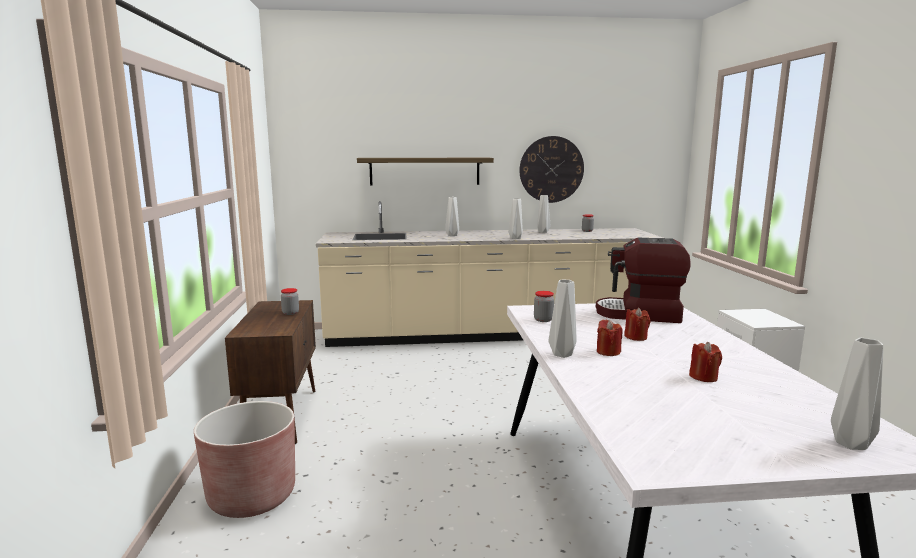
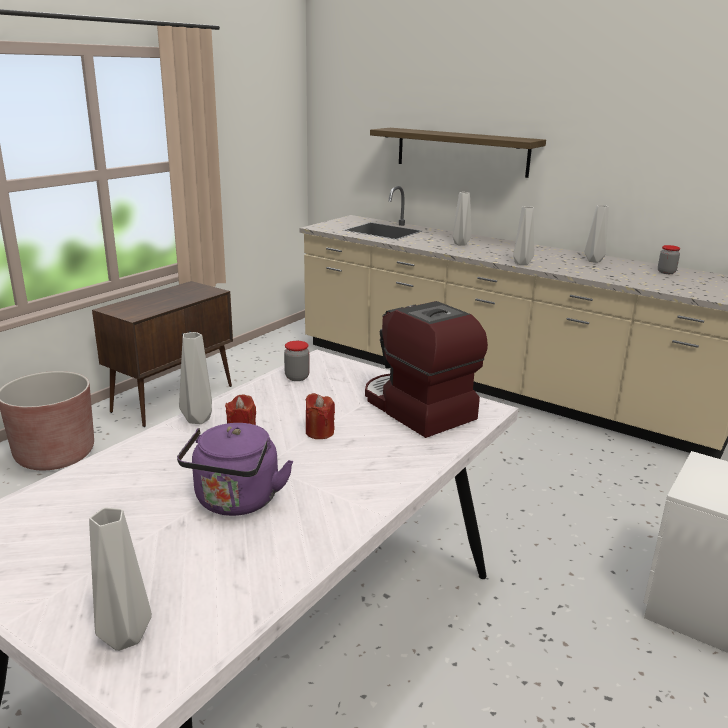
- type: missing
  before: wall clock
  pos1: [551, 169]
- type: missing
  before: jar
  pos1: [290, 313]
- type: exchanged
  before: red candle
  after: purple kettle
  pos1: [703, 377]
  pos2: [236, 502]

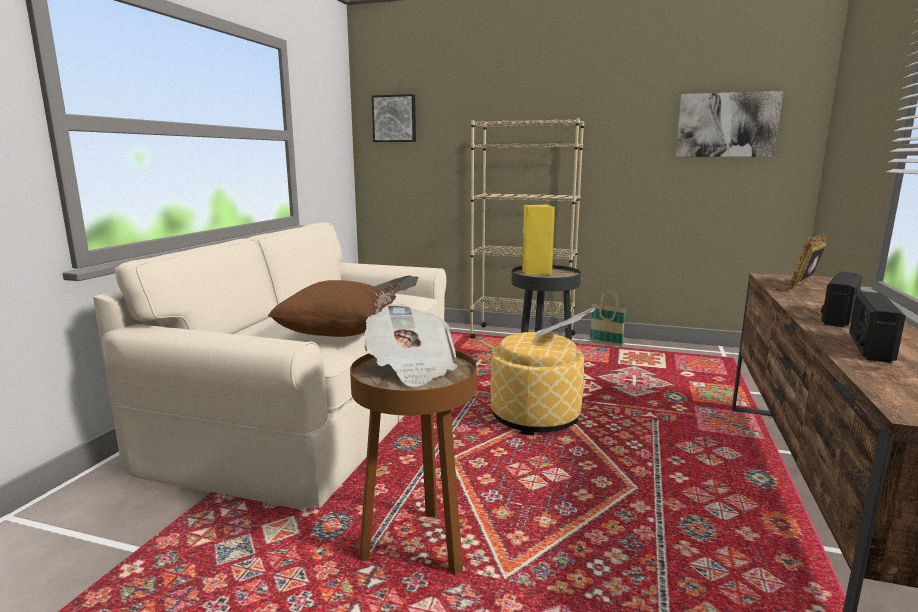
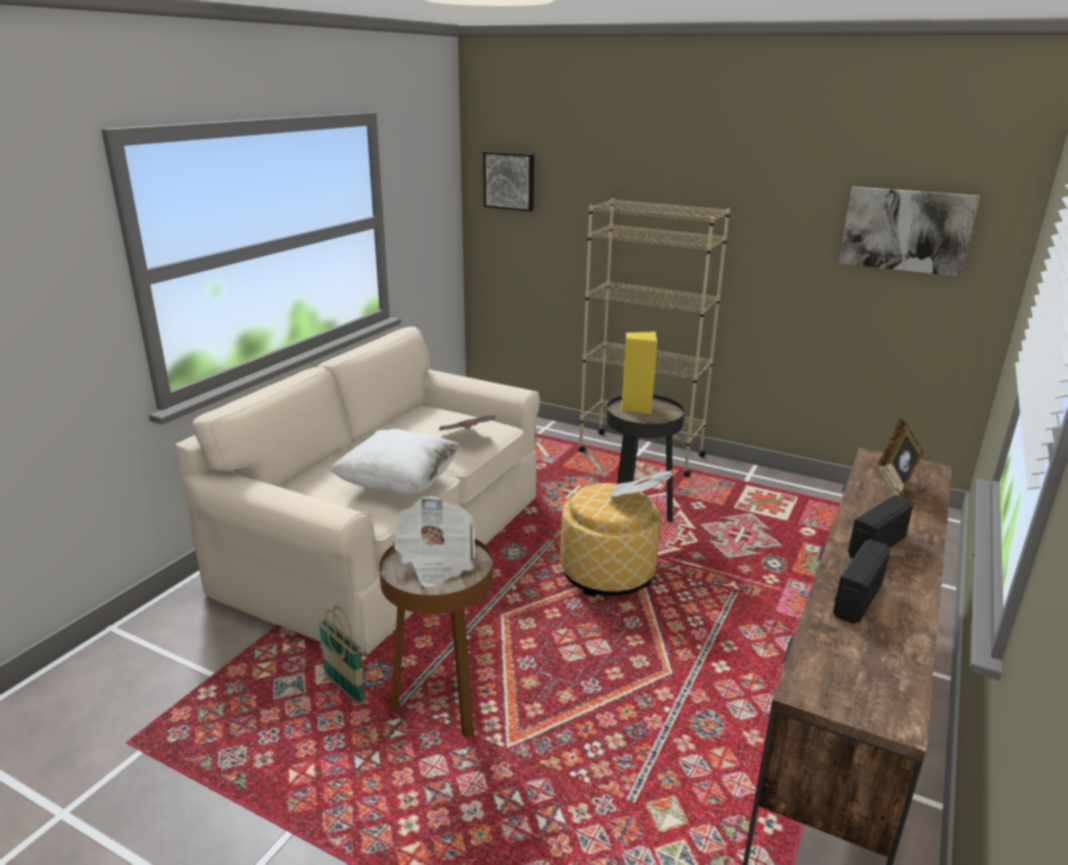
- type: spun
  before: picture frame
  pos1: [803, 287]
  pos2: [894, 484]
  turn: -45
- type: colour
  before: brown pillow
  after: white pillow
  pos1: [338, 334]
  pos2: [399, 484]
- type: relocated
  before: basket
  pos1: [606, 343]
  pos2: [345, 689]

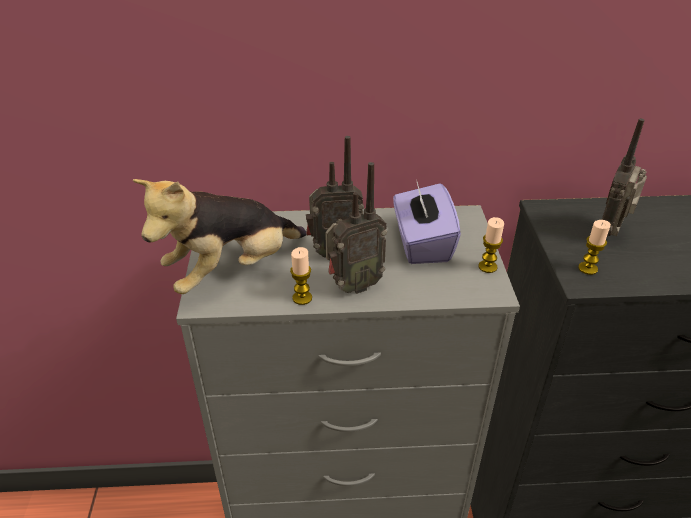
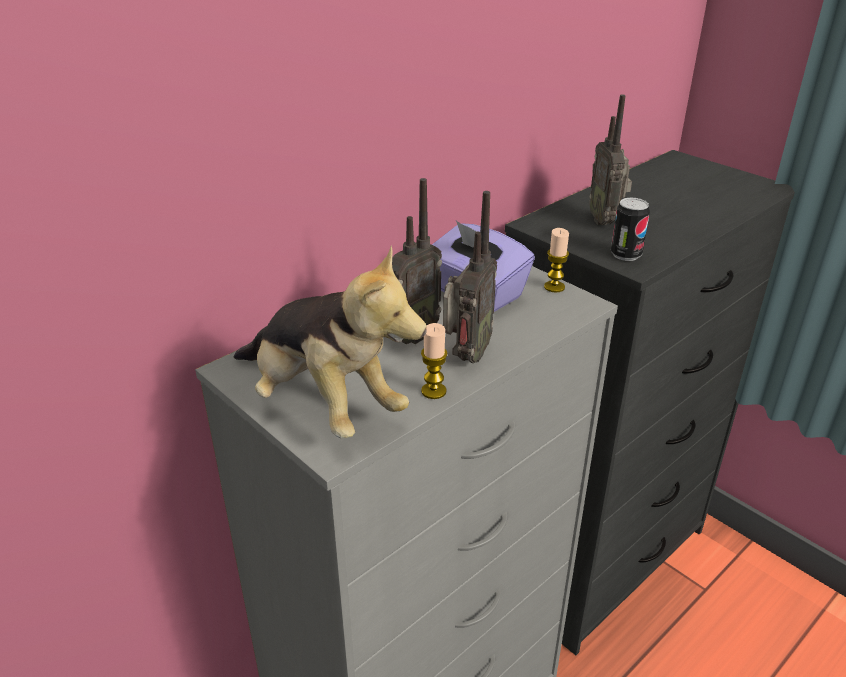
- type: spun
  before: plush toy
  pos1: [232, 271]
  pos2: [323, 404]
  turn: -60
- type: exchanged
  before: candle
  after: can
  pos1: [587, 268]
  pos2: [625, 255]

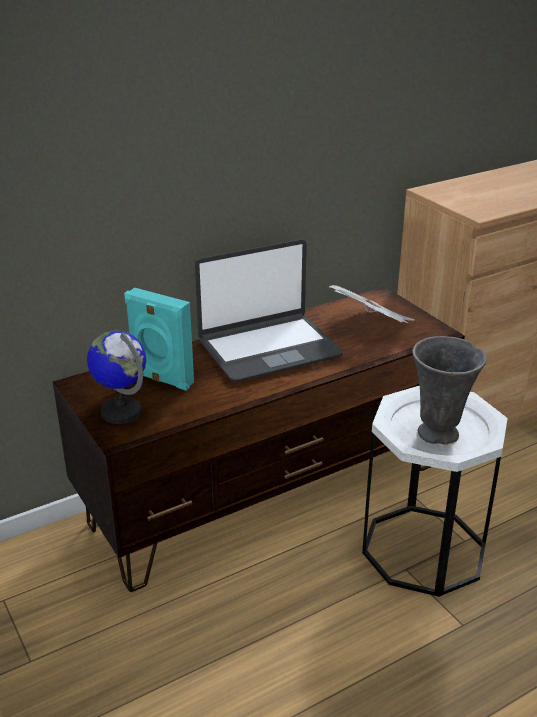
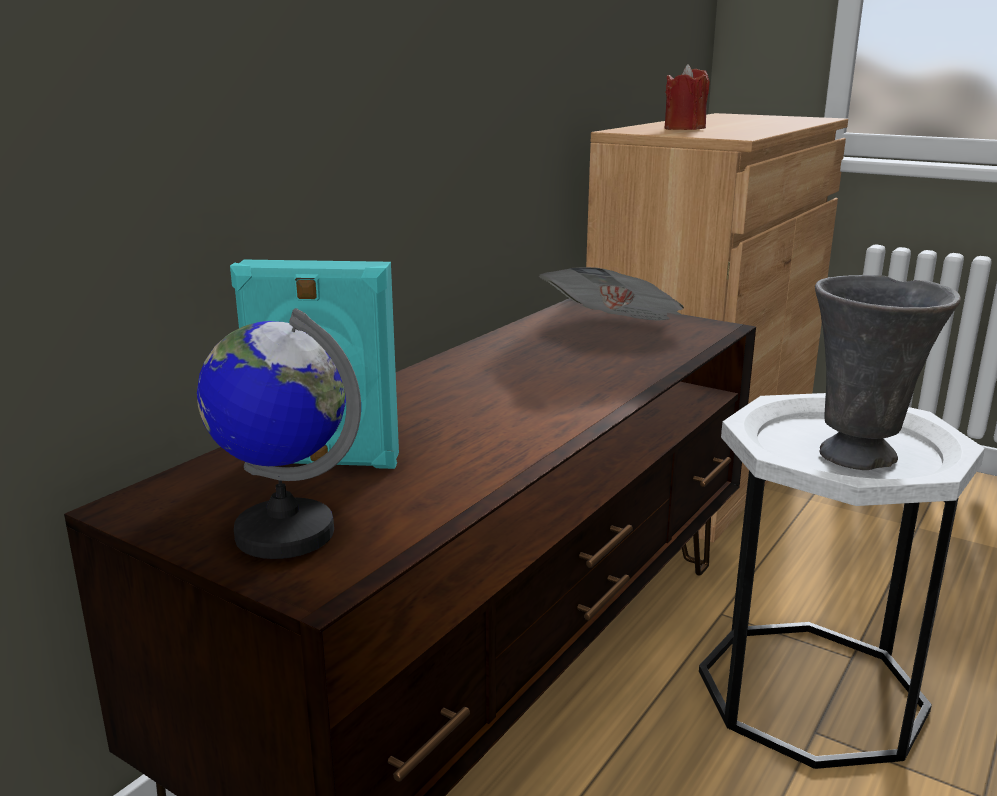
- type: missing
  before: laptop
  pos1: [268, 348]
- type: appeared
  after: red candle
  pos2: [684, 129]

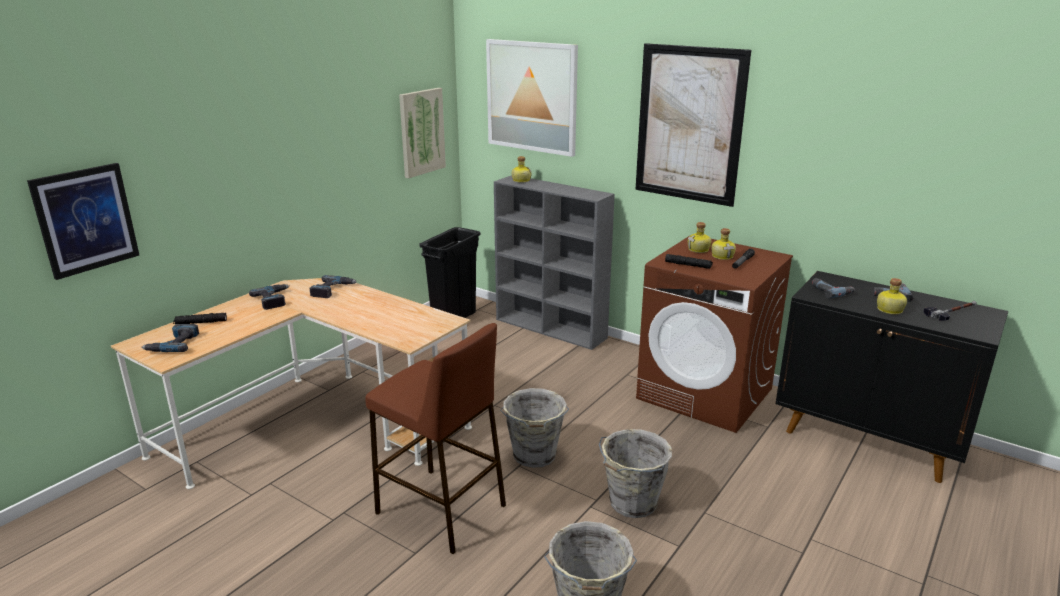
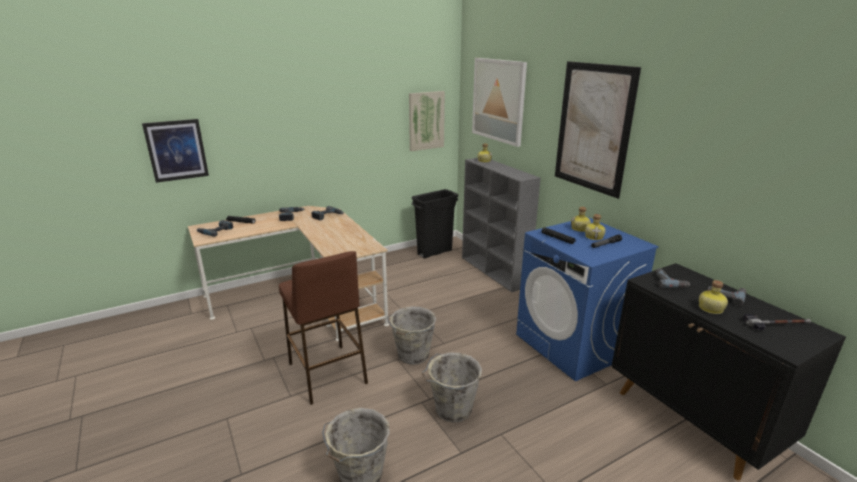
- type: colour
  before: brown washing machine
  after: blue washing machine
  pos1: [705, 394]
  pos2: [574, 345]

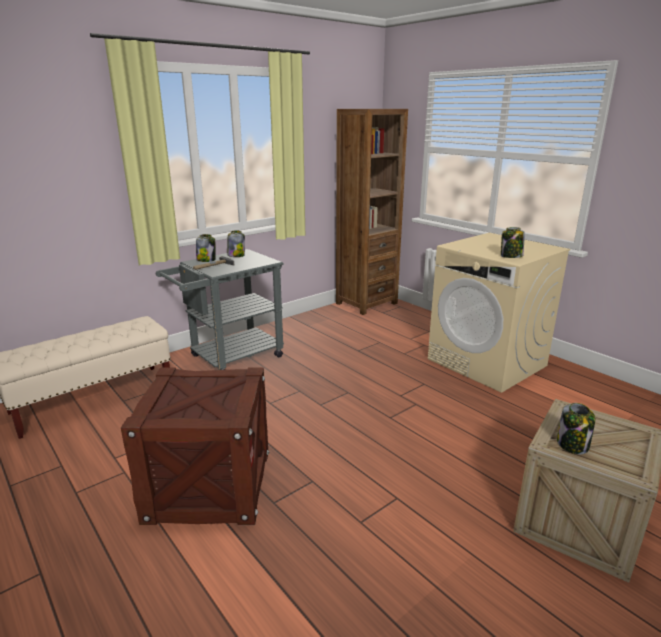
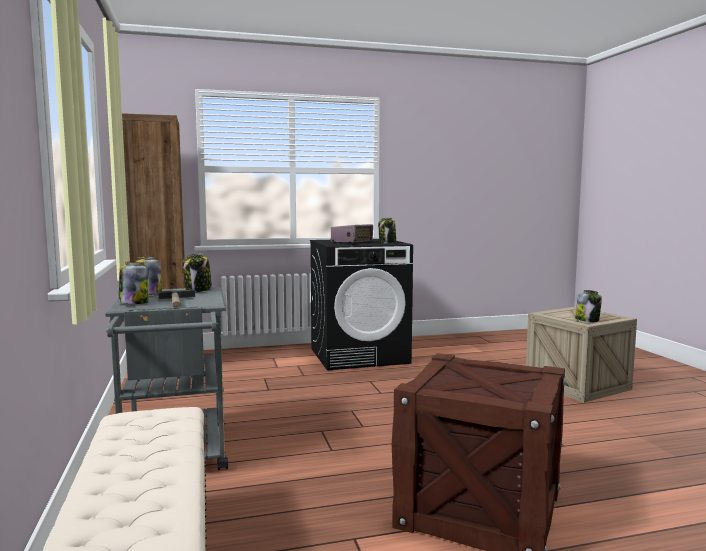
- type: colour
  before: beige washing machine
  after: black washing machine
  pos1: [487, 362]
  pos2: [359, 356]
- type: appeared
  after: radio
  pos2: [352, 242]
- type: appeared
  after: jar
  pos2: [198, 291]

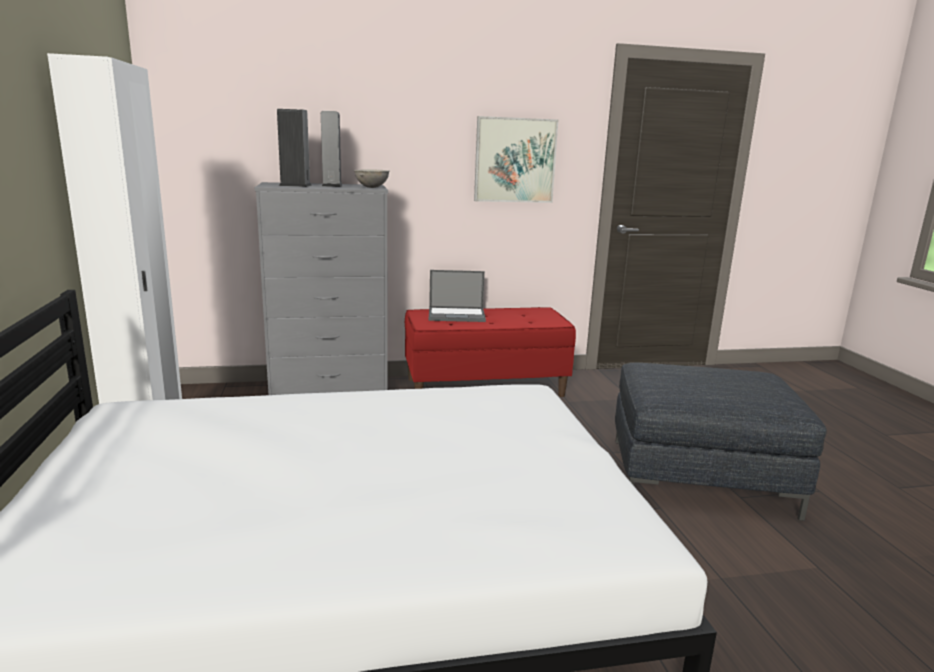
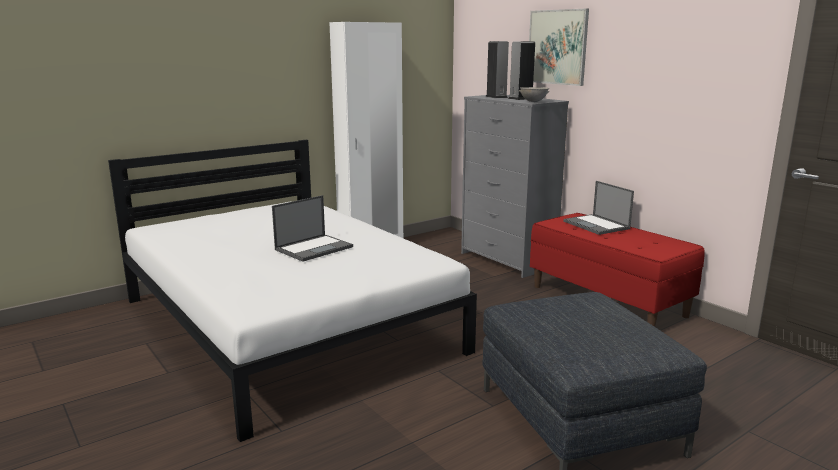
- type: relocated
  before: picture
  pos1: [515, 160]
  pos2: [557, 47]
- type: appeared
  after: laptop
  pos2: [314, 248]

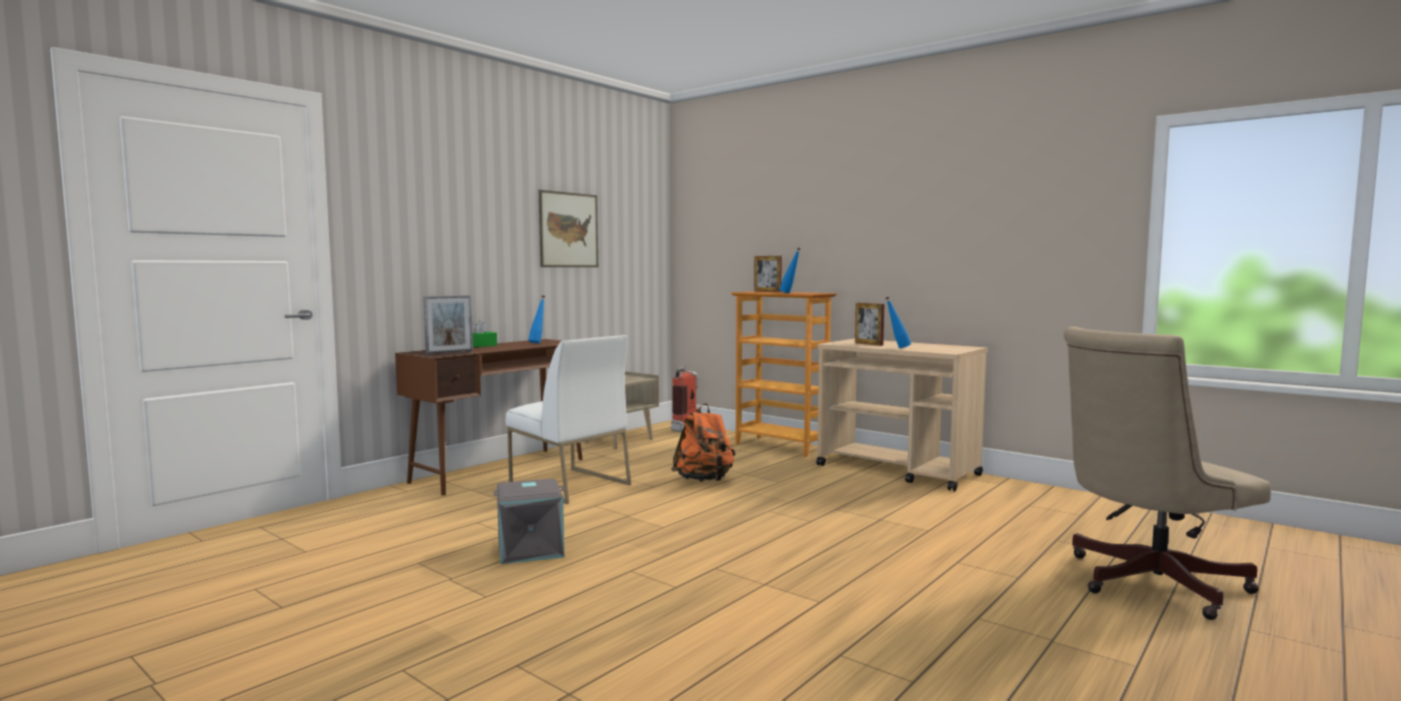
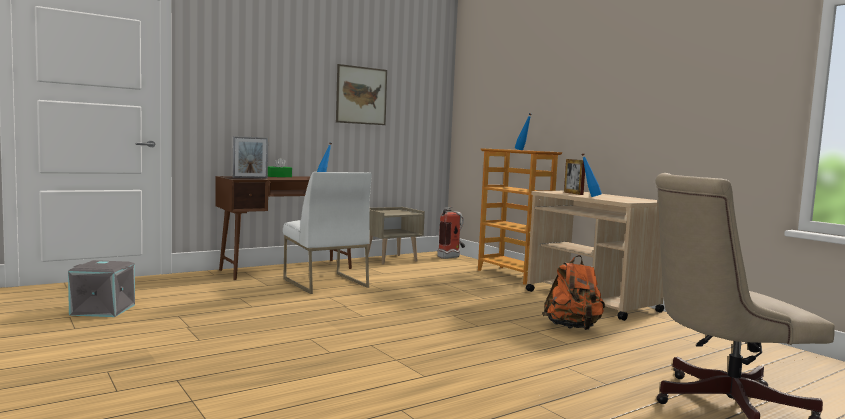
- type: missing
  before: picture frame
  pos1: [767, 291]
- type: relocated
  before: orange backpack
  pos1: [704, 480]
  pos2: [573, 328]
- type: relocated
  before: grey storage box
  pos1: [531, 549]
  pos2: [104, 309]

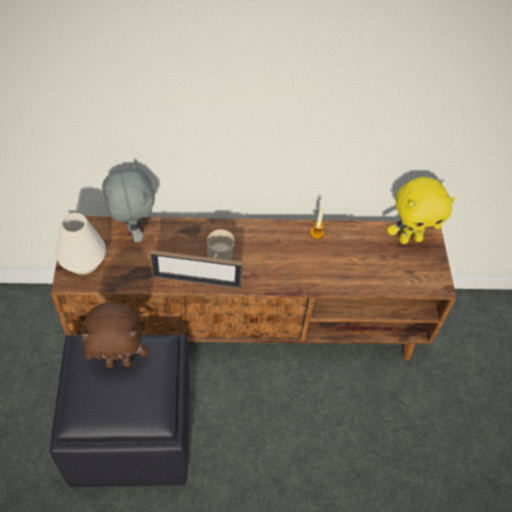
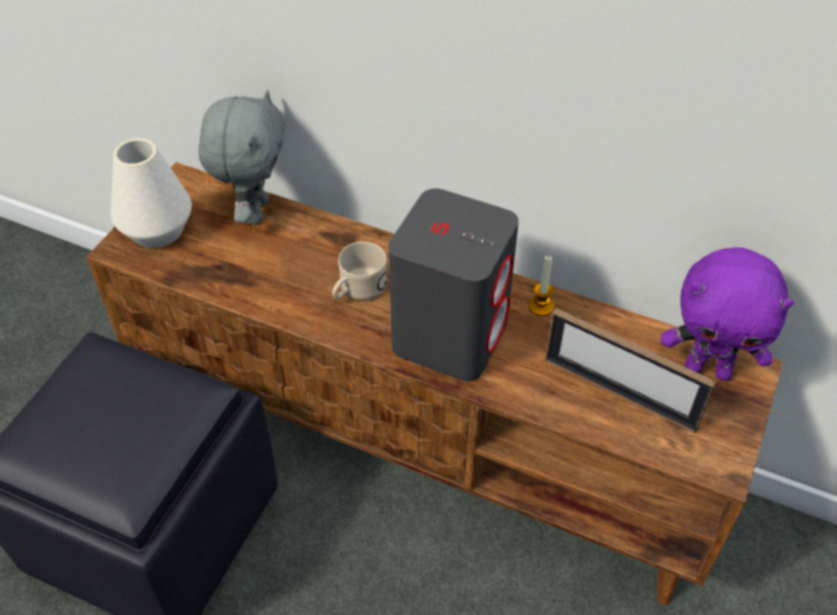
- type: colour
  before: yellow plush toy
  after: purple plush toy
  pos1: [410, 238]
  pos2: [708, 369]
- type: relocated
  before: picture frame
  pos1: [196, 281]
  pos2: [619, 393]
- type: missing
  before: brown plush toy
  pos1: [119, 361]
- type: appeared
  after: grey speaker
  pos2: [450, 335]

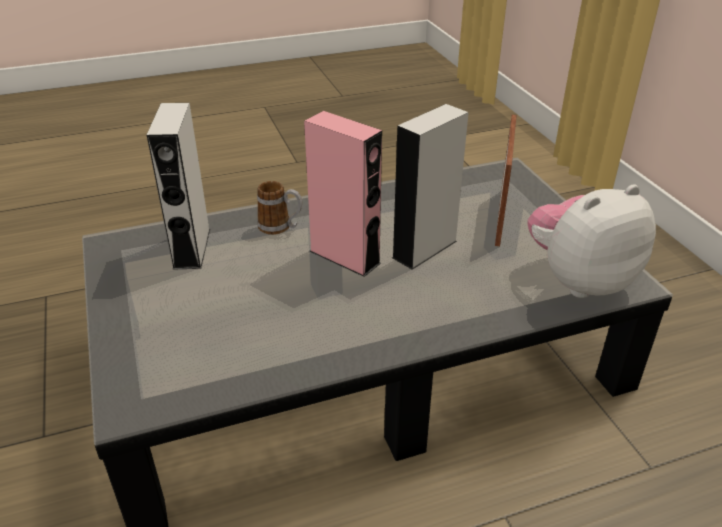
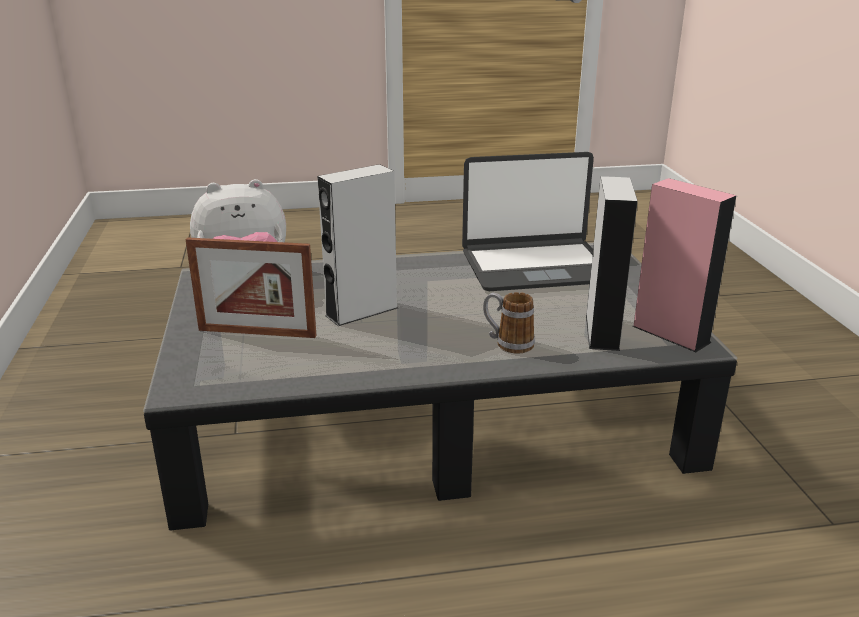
- type: relocated
  before: pink speaker
  pos1: [345, 257]
  pos2: [670, 334]
- type: spun
  before: picture frame
  pos1: [500, 216]
  pos2: [257, 333]
  turn: -105
- type: appeared
  after: laptop
  pos2: [535, 267]

